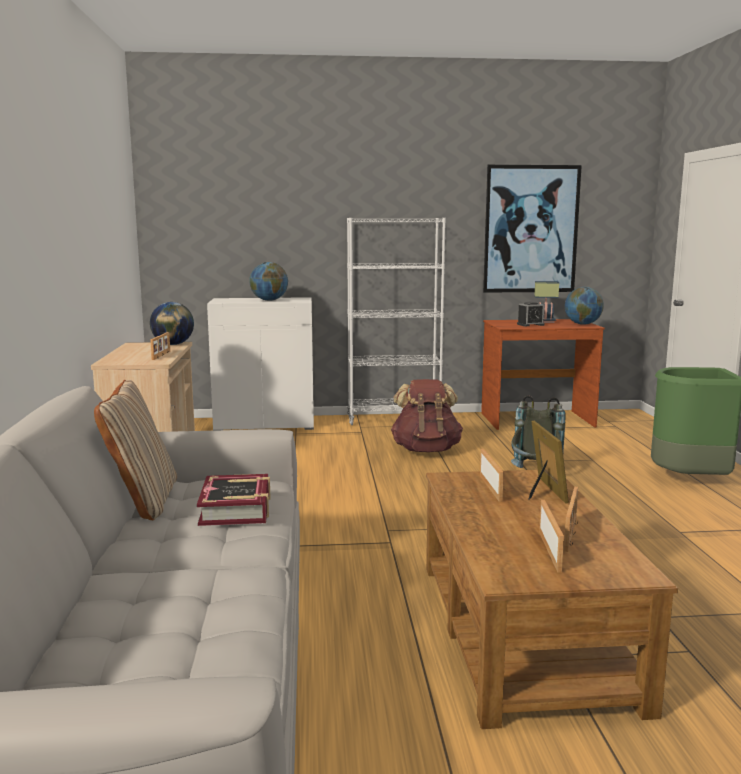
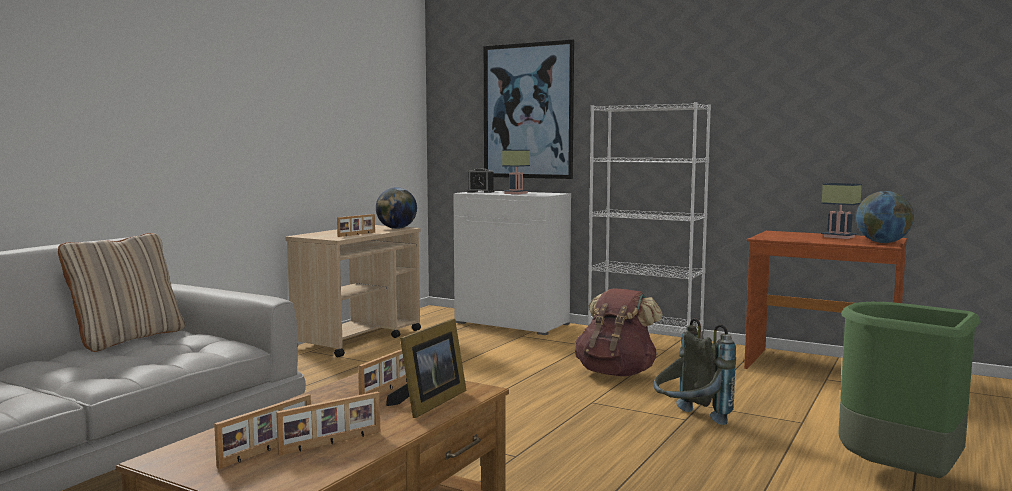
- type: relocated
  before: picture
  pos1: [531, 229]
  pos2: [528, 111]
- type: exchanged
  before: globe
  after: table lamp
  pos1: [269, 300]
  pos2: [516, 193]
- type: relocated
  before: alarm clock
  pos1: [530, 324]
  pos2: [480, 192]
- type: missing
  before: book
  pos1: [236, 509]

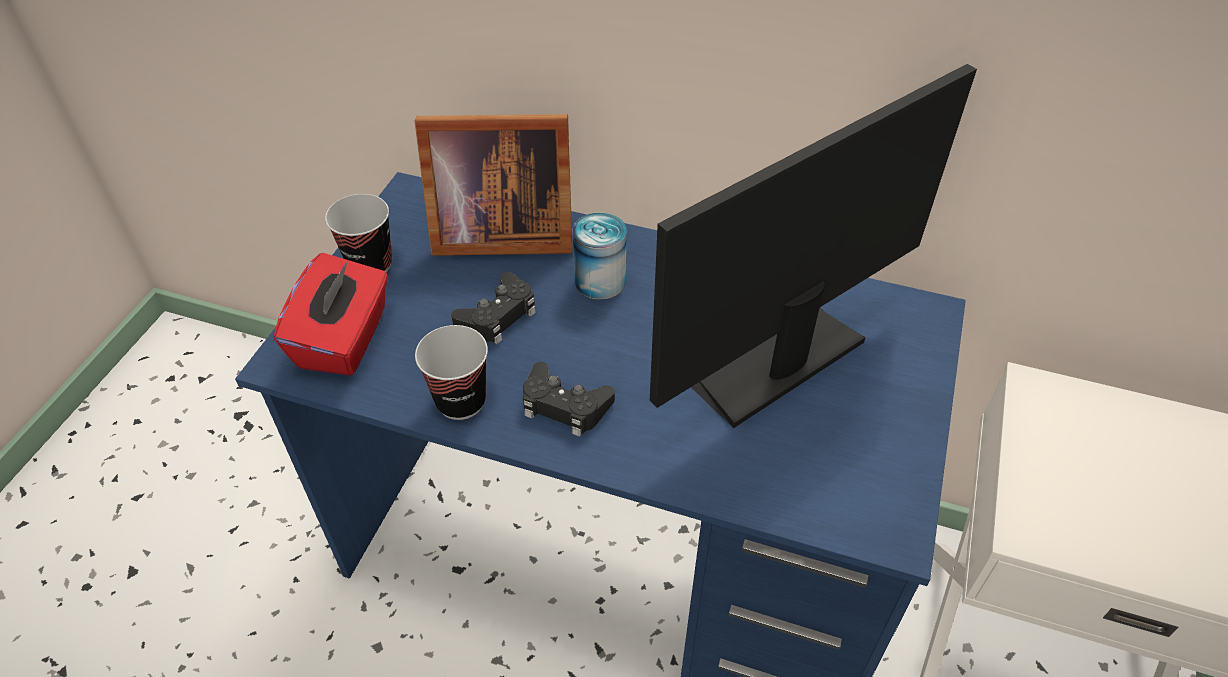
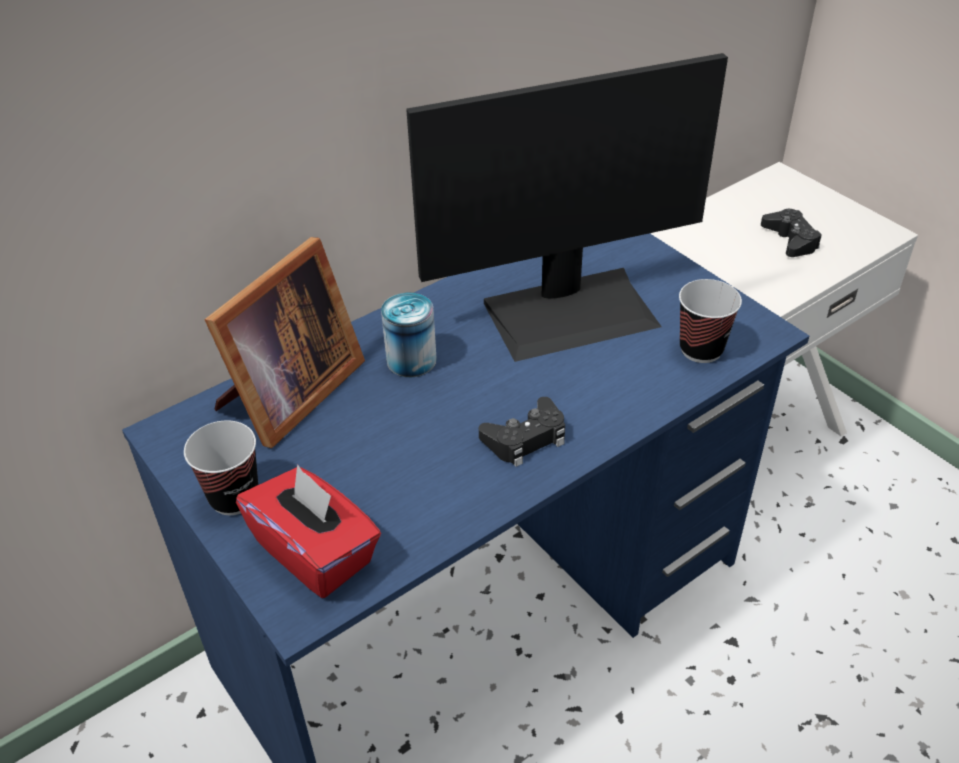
- type: spun
  before: monitor
  pos1: [766, 355]
  pos2: [570, 311]
  turn: -105
- type: relocated
  before: black game controller
  pos1: [498, 315]
  pos2: [790, 240]
- type: relocated
  before: cup
  pos1: [461, 401]
  pos2: [701, 349]

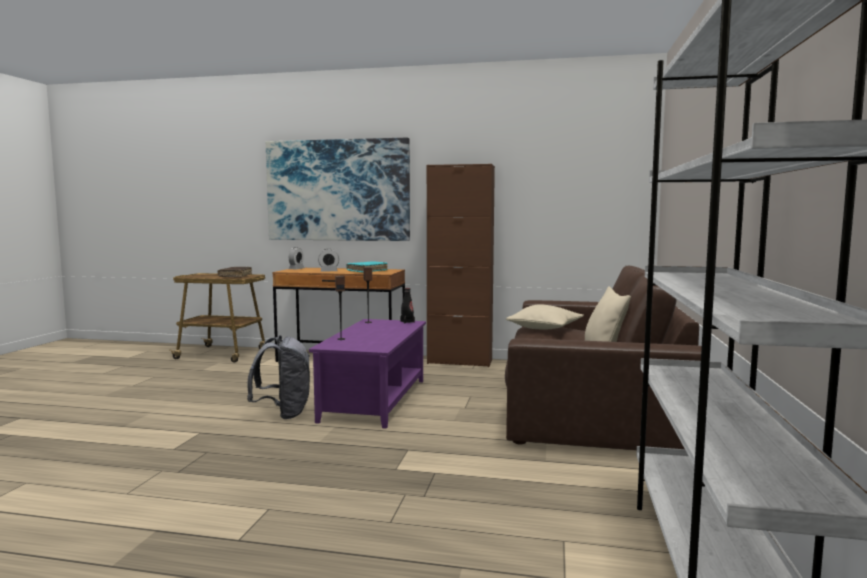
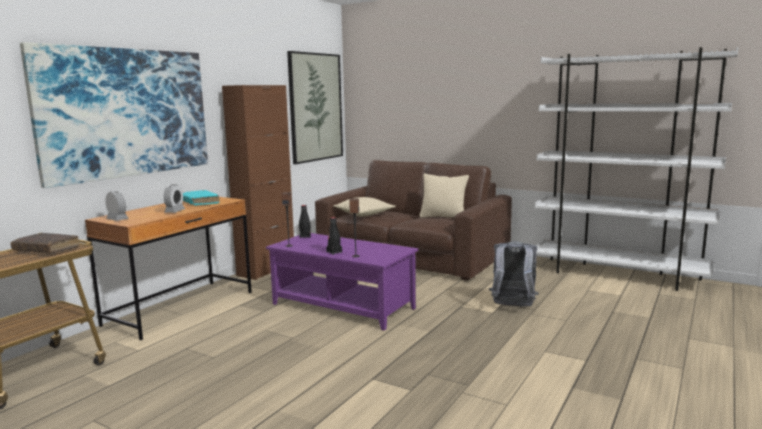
- type: relocated
  before: grey backpack
  pos1: [283, 413]
  pos2: [512, 307]
- type: appeared
  after: picture
  pos2: [315, 107]
- type: appeared
  after: black bottle
  pos2: [334, 252]

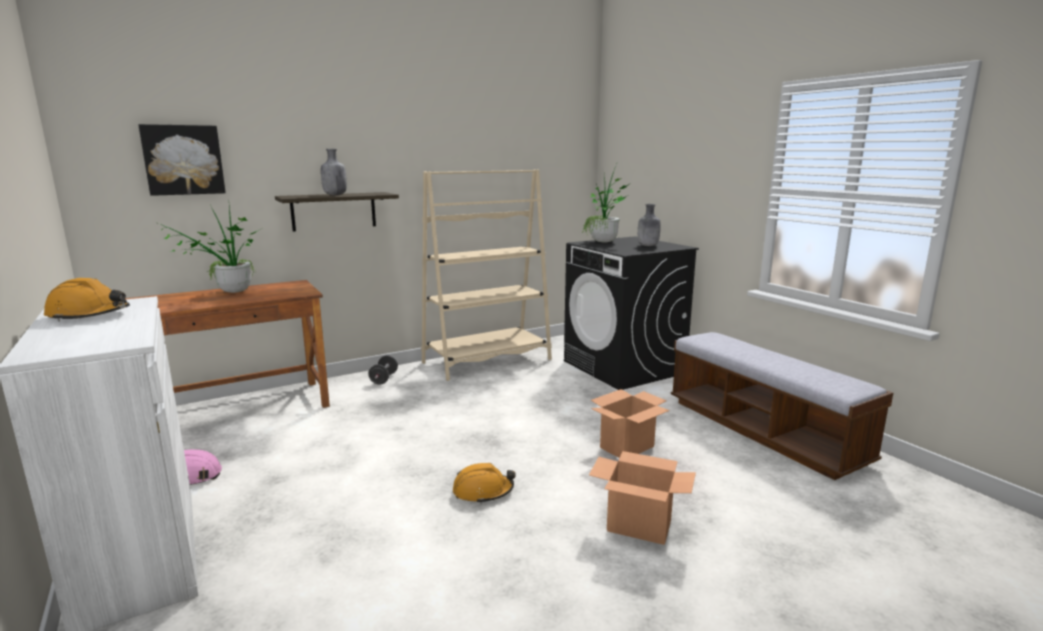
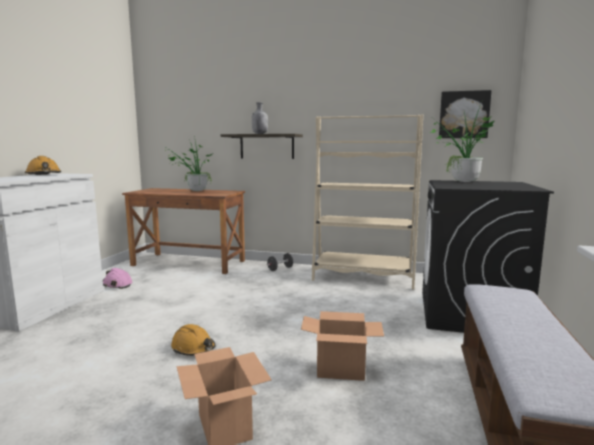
- type: relocated
  before: picture
  pos1: [183, 160]
  pos2: [464, 115]
- type: missing
  before: grey bottle
  pos1: [647, 246]

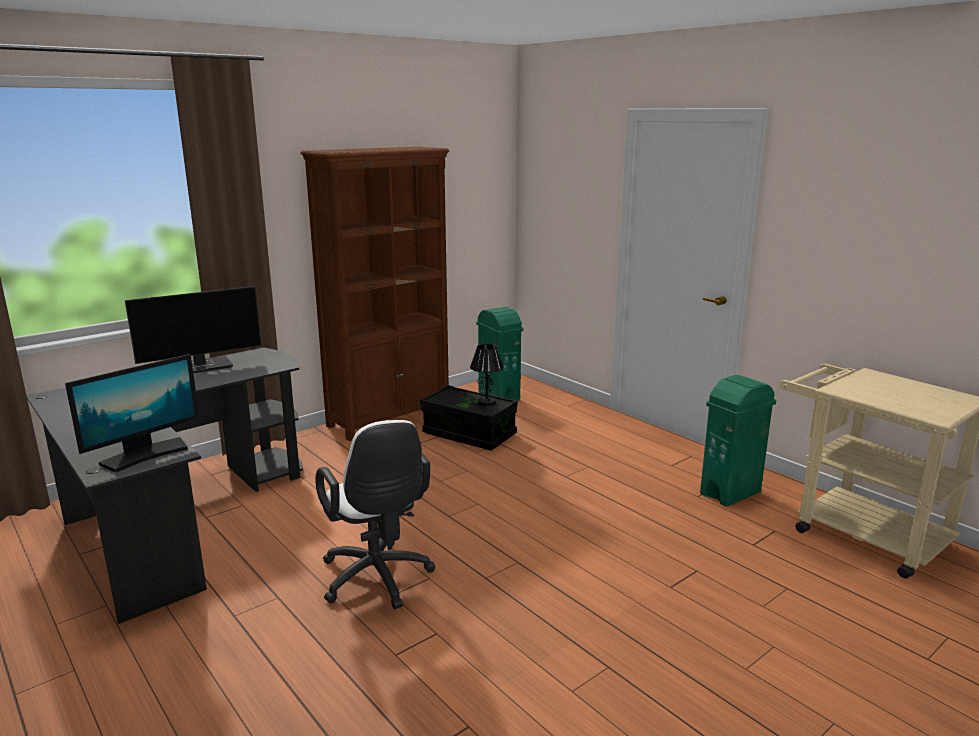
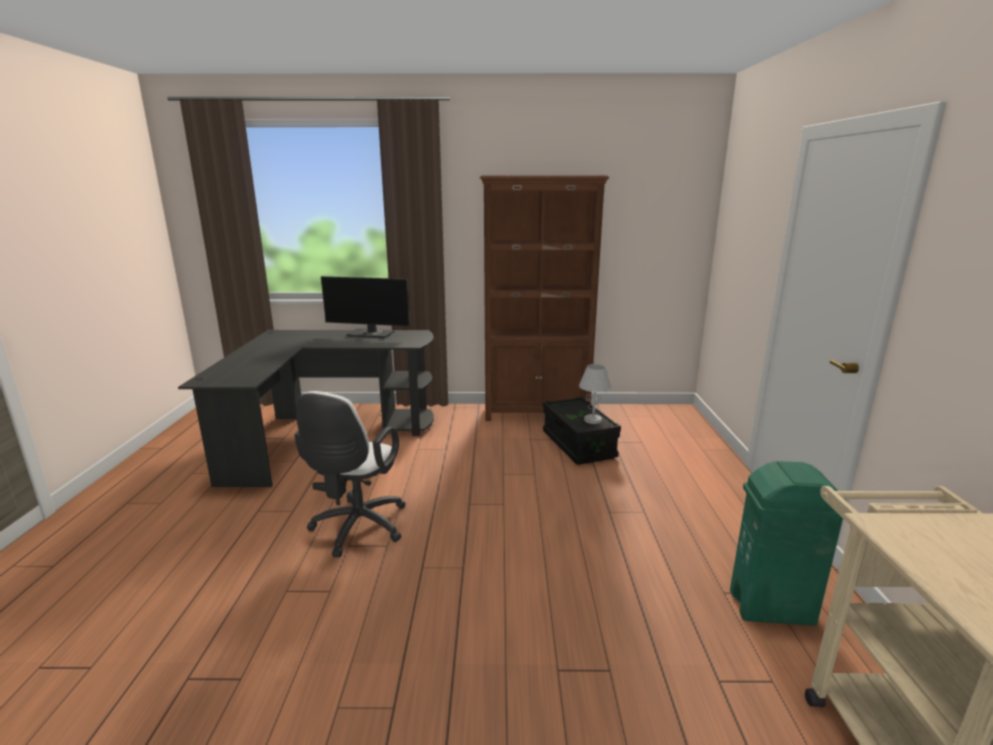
- type: missing
  before: green trash can
  pos1: [499, 396]
- type: colour
  before: black table lamp
  after: white table lamp
  pos1: [487, 402]
  pos2: [593, 420]
- type: missing
  before: monitor
  pos1: [145, 455]

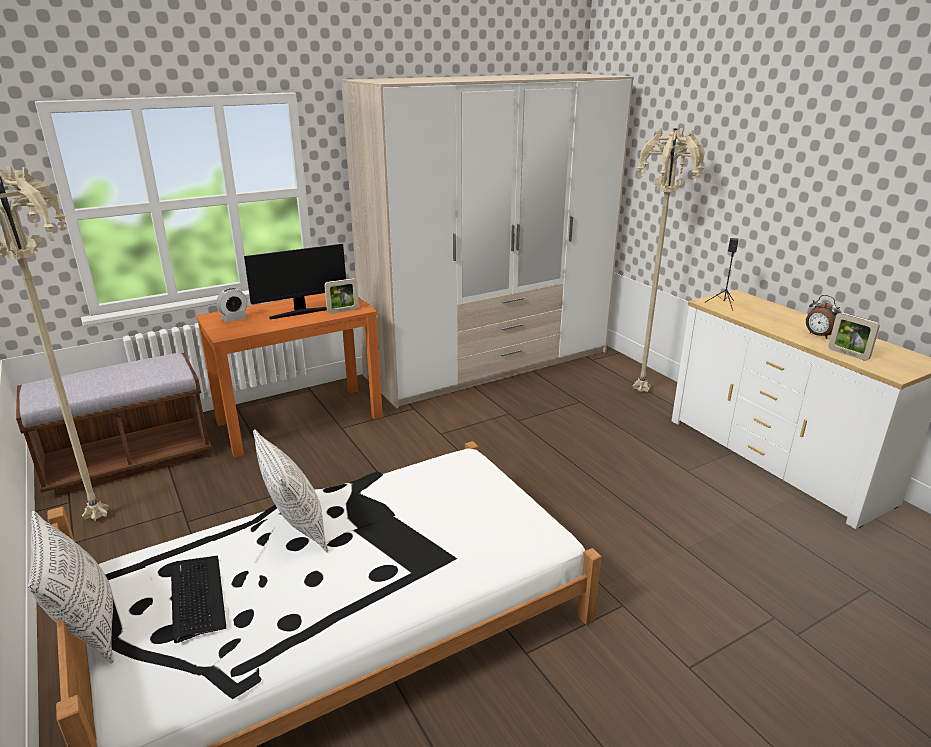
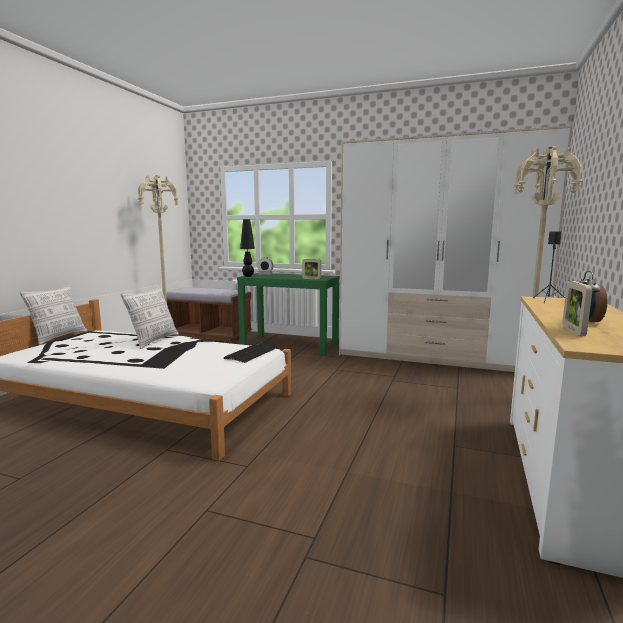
- type: missing
  before: monitor
  pos1: [301, 312]
- type: colour
  before: orange console table
  after: green console table
  pos1: [300, 419]
  pos2: [290, 345]
- type: relocated
  before: keyboard
  pos1: [196, 597]
  pos2: [251, 353]
- type: appeared
  after: black table lamp
  pos2: [248, 276]

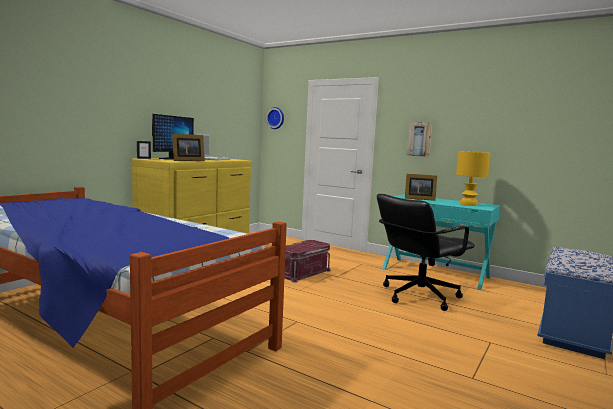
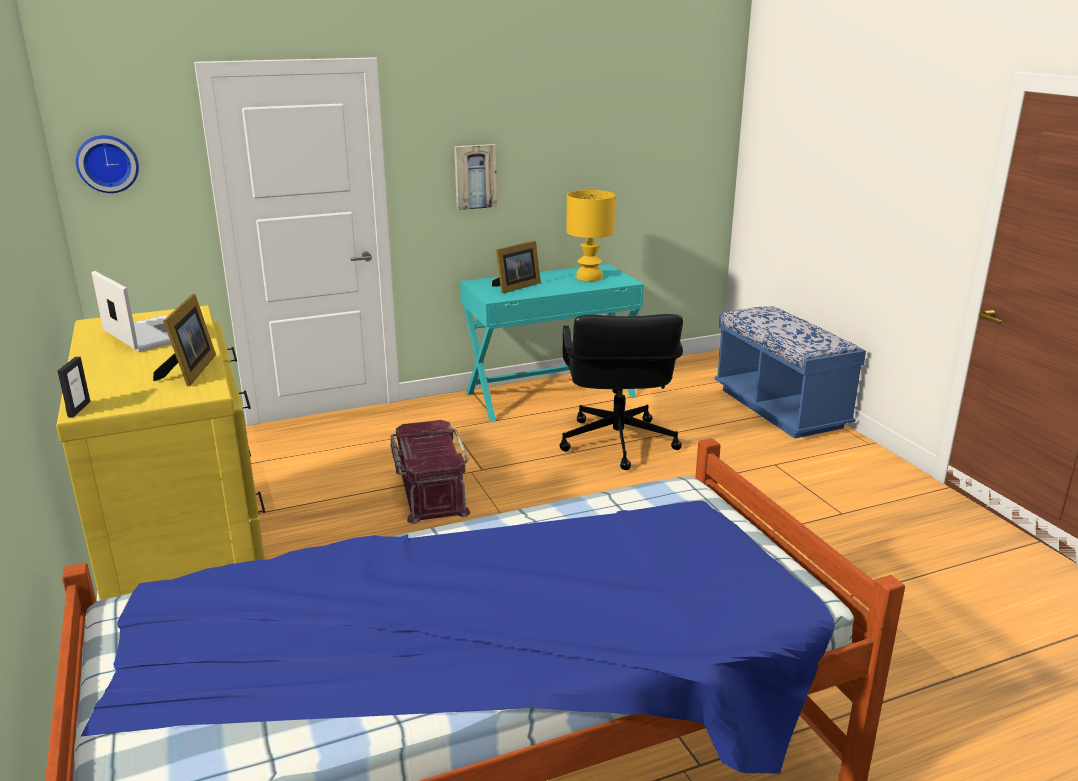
- type: missing
  before: monitor
  pos1: [171, 158]

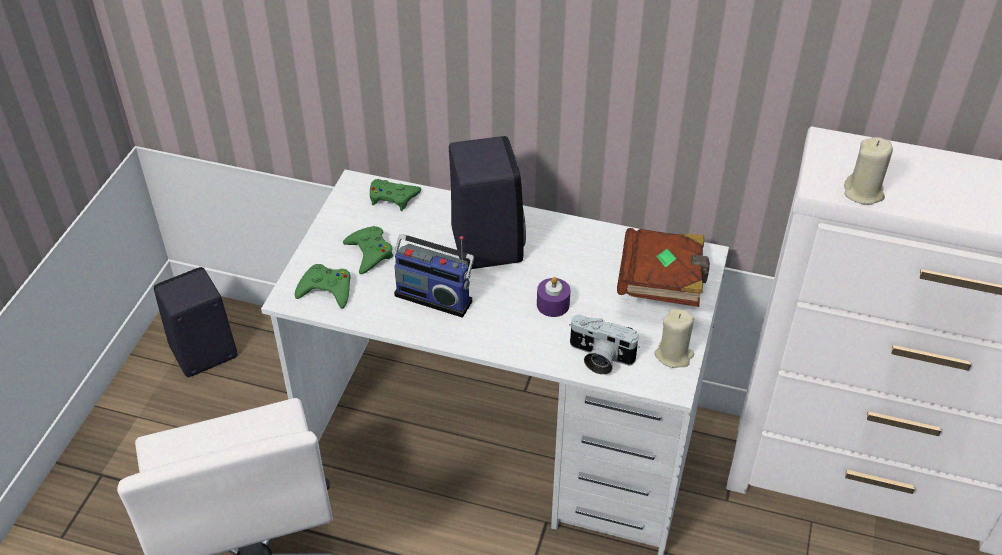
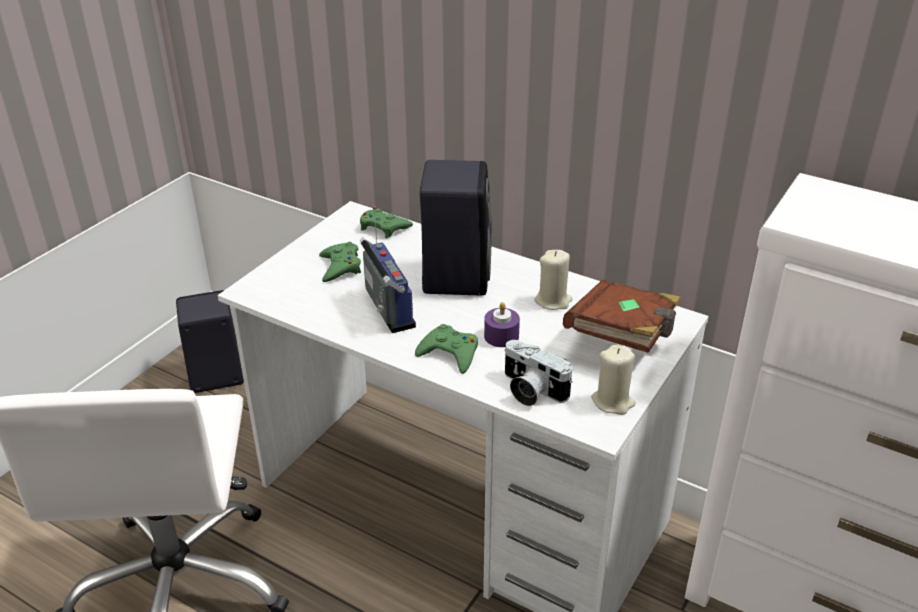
- type: relocated
  before: beige candle
  pos1: [863, 192]
  pos2: [553, 301]
- type: spun
  before: radio
  pos1: [435, 295]
  pos2: [386, 310]
  turn: -150
- type: relocated
  before: green game controller
  pos1: [326, 290]
  pos2: [450, 353]

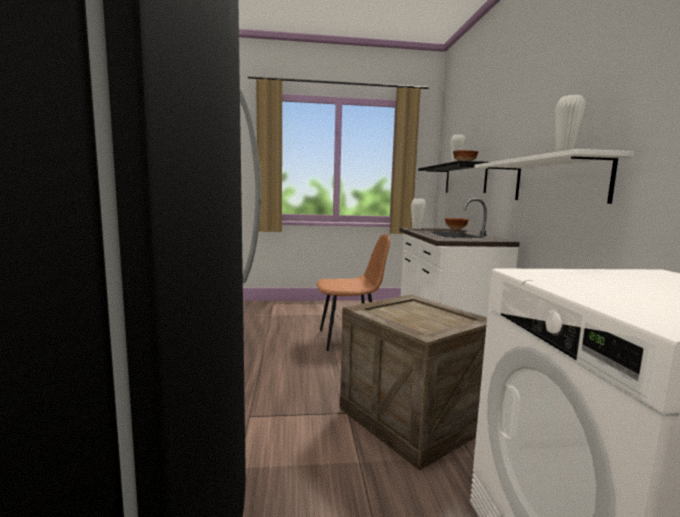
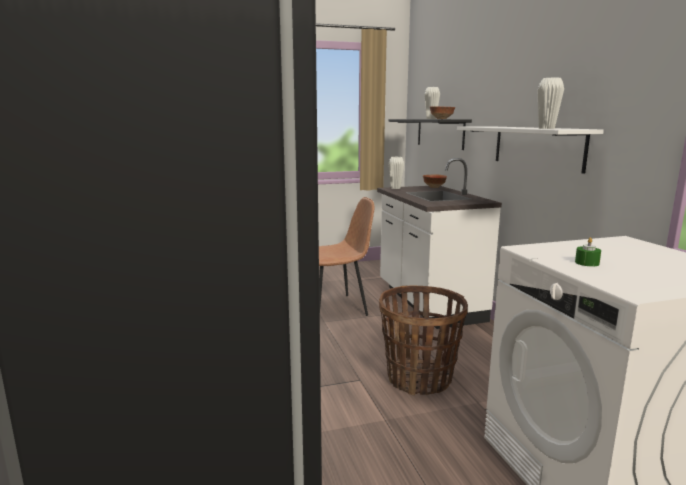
- type: exchanged
  before: crate
  after: basket
  pos1: [412, 419]
  pos2: [419, 378]
- type: appeared
  after: green candle
  pos2: [587, 263]

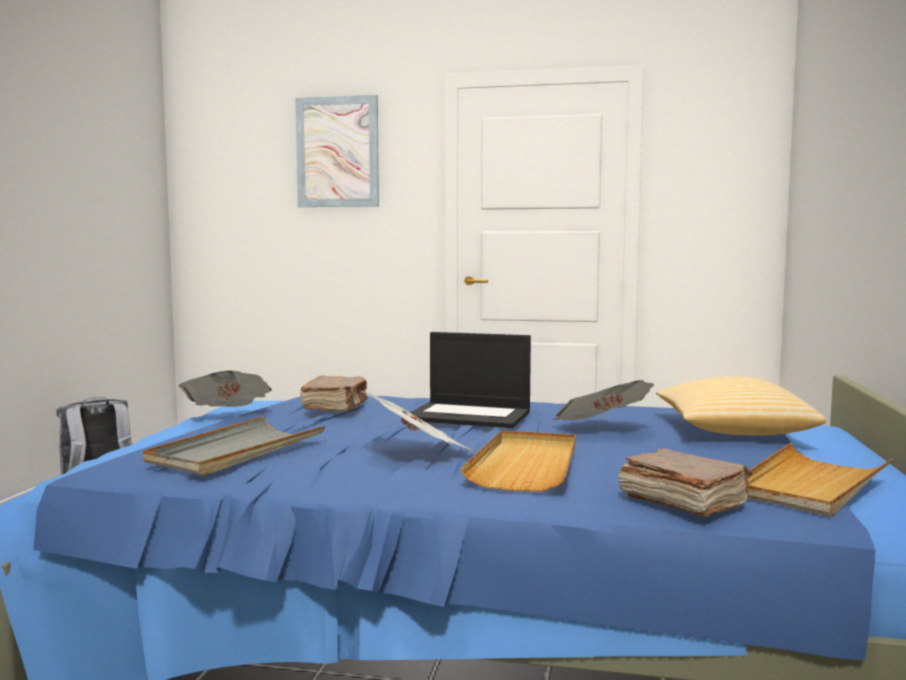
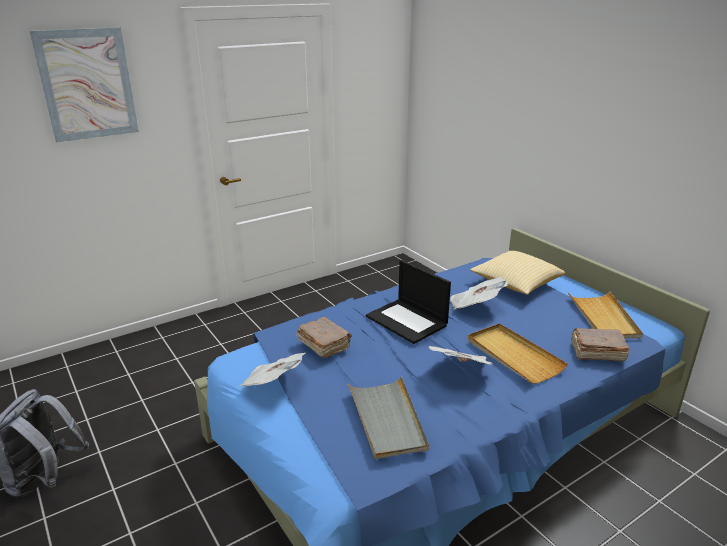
- type: spun
  before: laptop
  pos1: [470, 415]
  pos2: [407, 321]
  turn: 75

